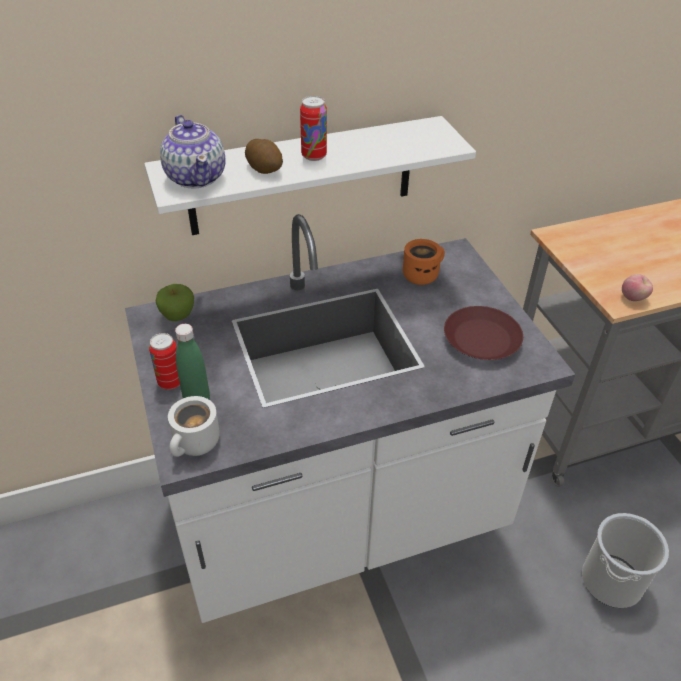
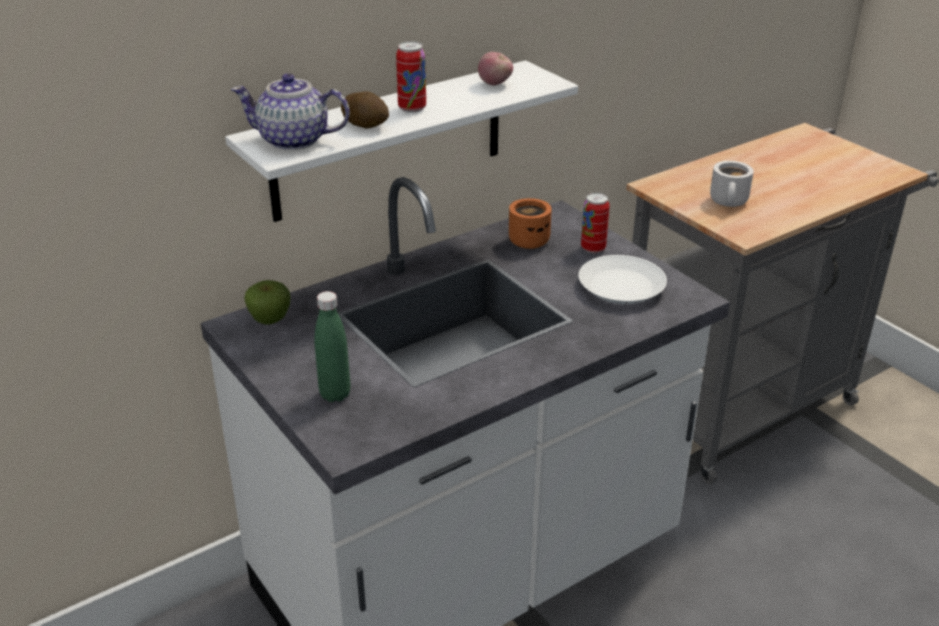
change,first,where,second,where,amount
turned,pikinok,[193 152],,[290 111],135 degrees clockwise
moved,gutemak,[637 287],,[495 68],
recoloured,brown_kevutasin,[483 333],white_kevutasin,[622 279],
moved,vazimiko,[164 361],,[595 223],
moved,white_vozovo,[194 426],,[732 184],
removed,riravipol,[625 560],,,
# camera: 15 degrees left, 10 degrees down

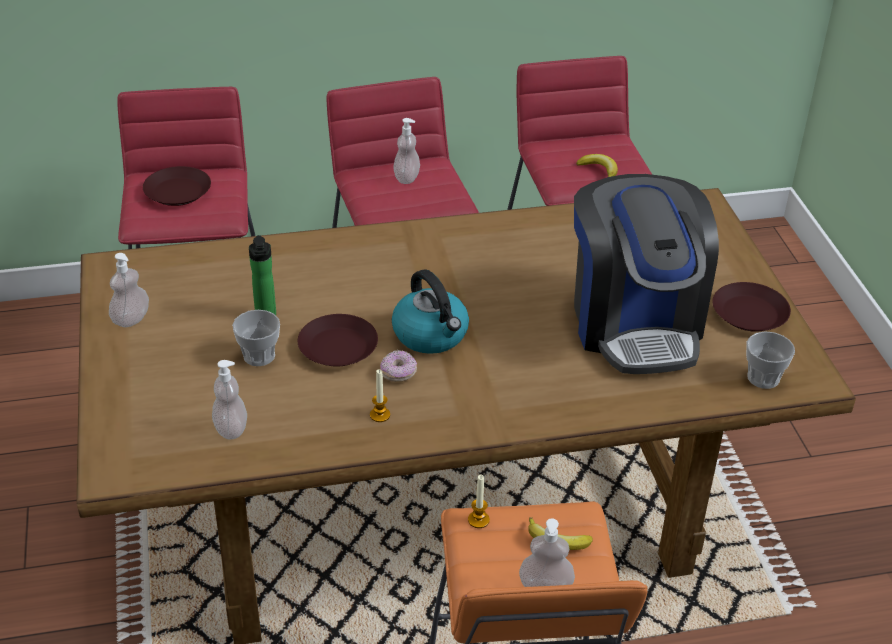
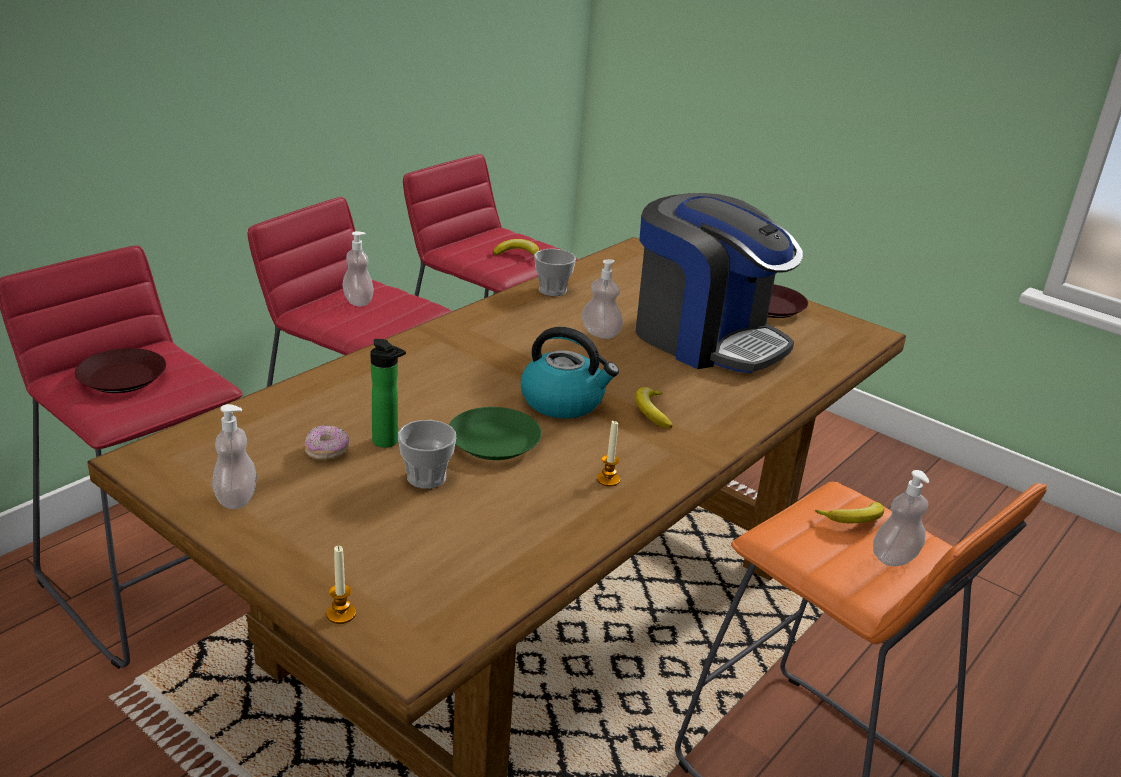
change,first,where,second,where,amount
moved,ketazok,[398 366],,[327 442],
moved,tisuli,[479 501],,[341 585],
recoloured,brown_kevutasin,[338 340],green_kevutasin,[495 433],
moved,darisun,[770 360],,[555 272],
moved,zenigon,[229 399],,[602 299],
added,,,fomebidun,[654 408],
# camera: 40 degrees left, 10 degrees down

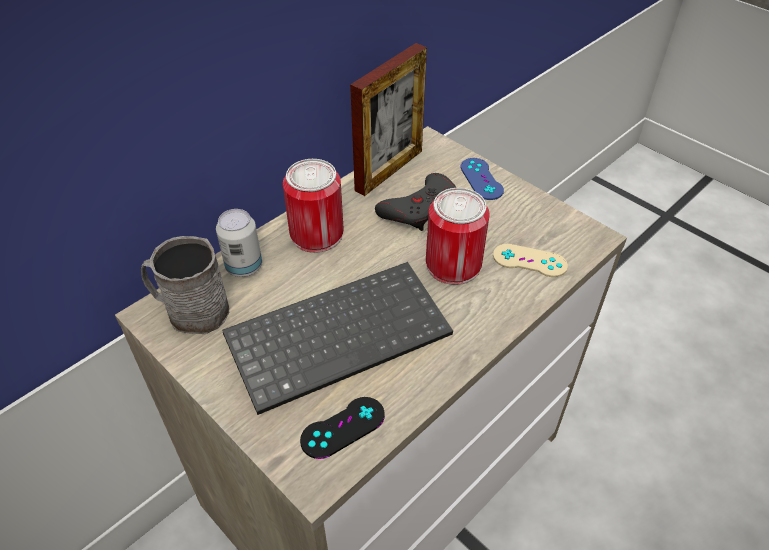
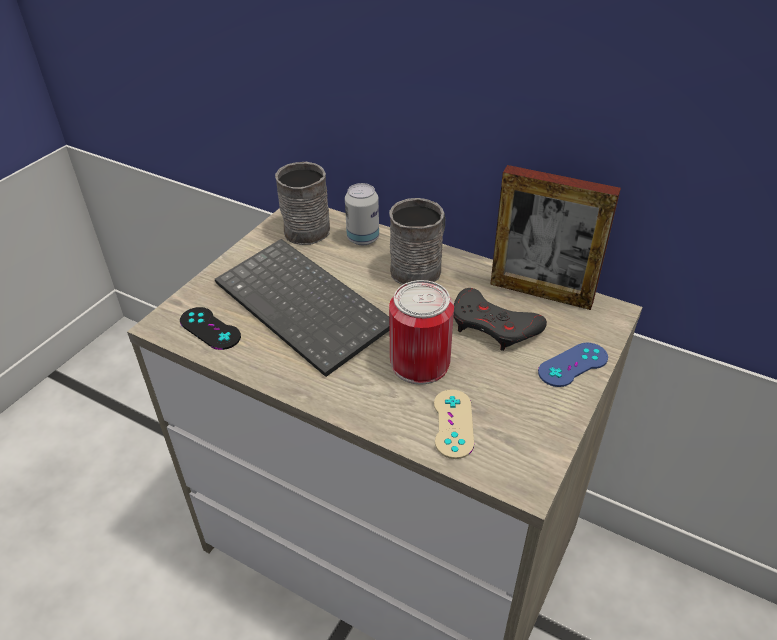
change,first,where,second,where,amount
replaced,vazimiko,[313 206],grey_vozovo,[417 241],
# camera: 75 degrees right, 5 degrees down

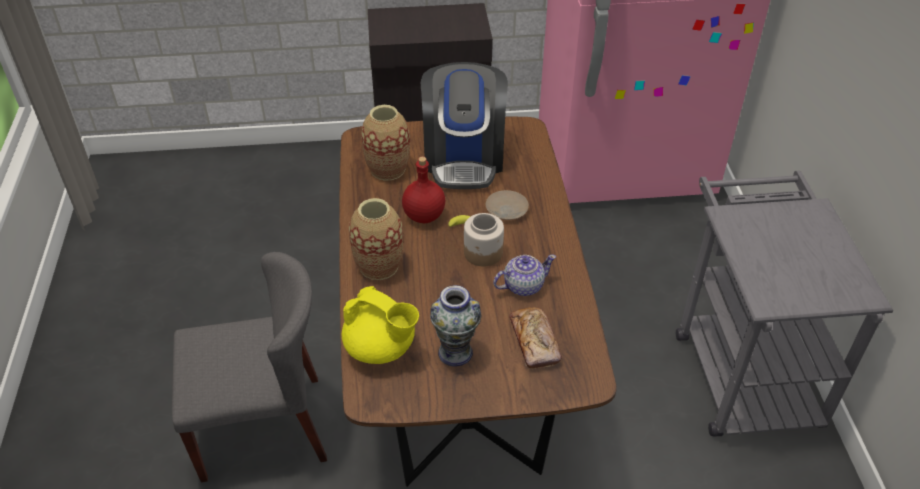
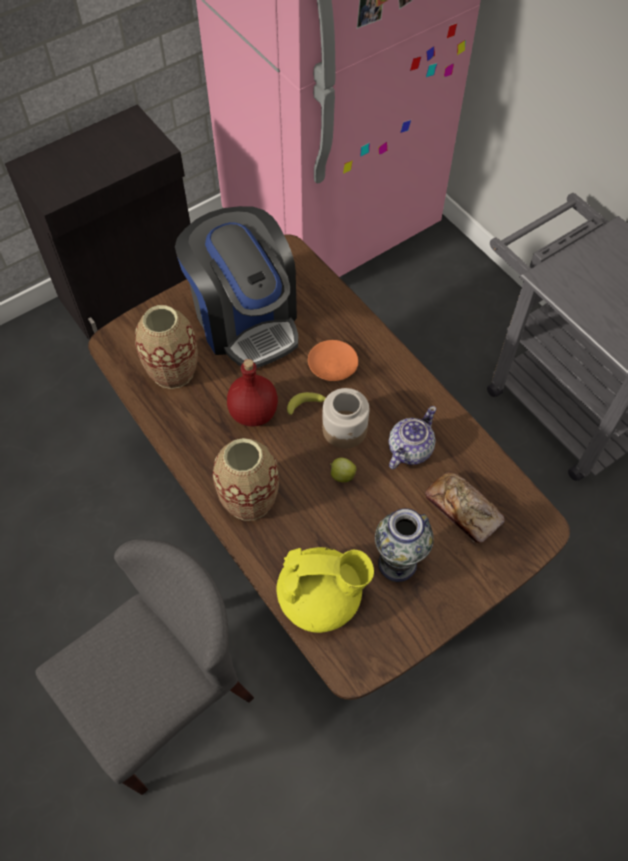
change,first,where,second,where,amount
recoloured,beige_kevutasin,[507 205],orange_kevutasin,[333 360],
added,,,gutemak,[343 470],
# camera: 30 degrees left, 15 degrees up

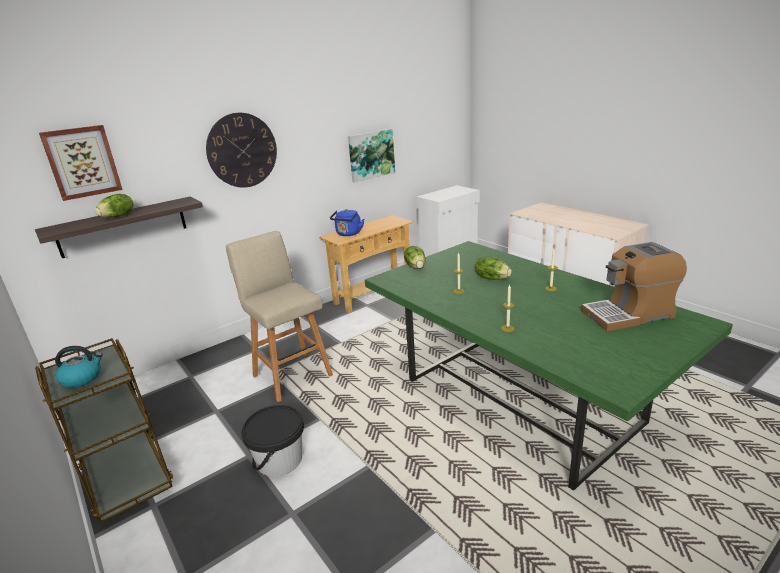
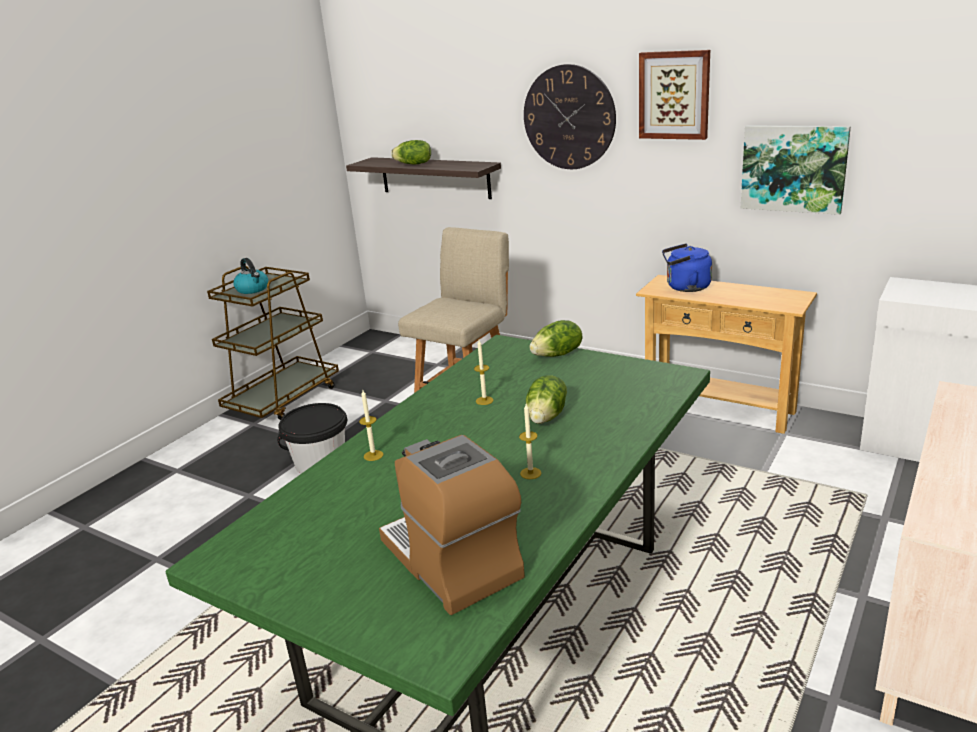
change,first,where,second,where,amount
moved,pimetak,[81 163],,[674 95],
# camera: 70 degrees right, 0 degrees up

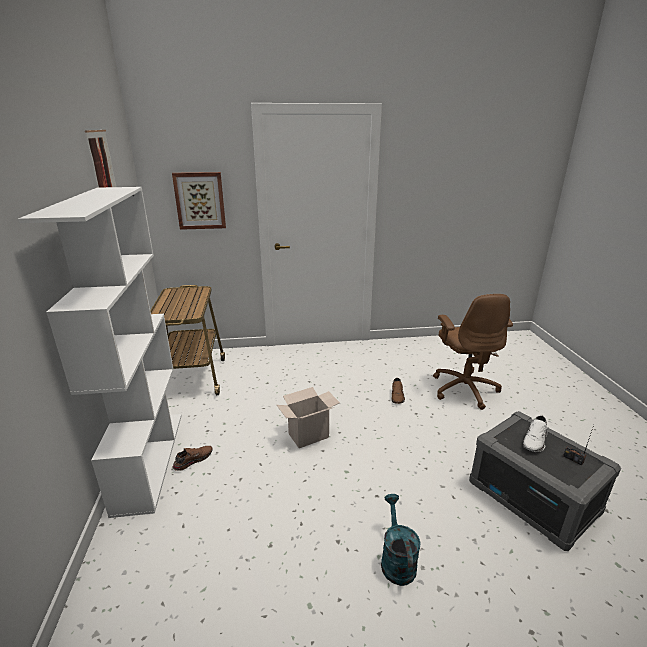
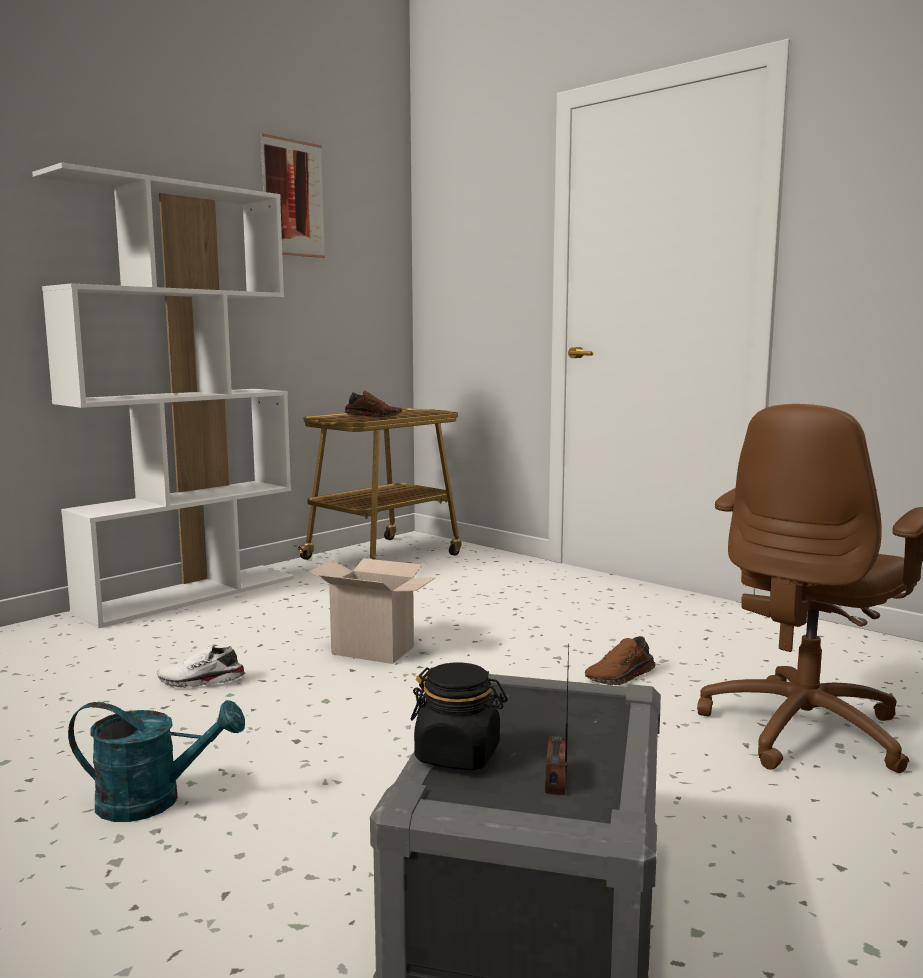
change,first,where,second,where,amount
turned,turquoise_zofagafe,[401 540],,[156 761],45 degrees clockwise
moved,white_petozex,[535 434],,[201 666],
moved,brown_petozex,[192 458],,[373 404],
added,,,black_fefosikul,[459 716],
removed,pimetak,[199 201],,,
# camera: 50 degrees right, 15 degrees down

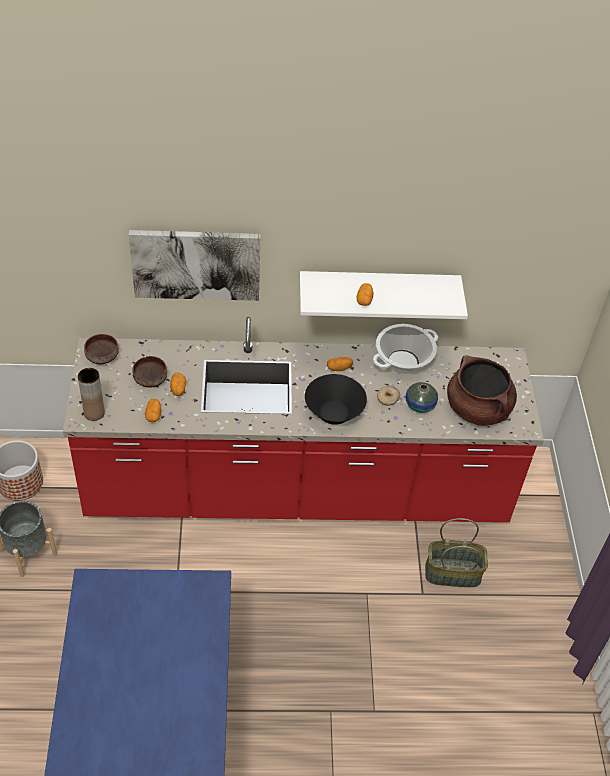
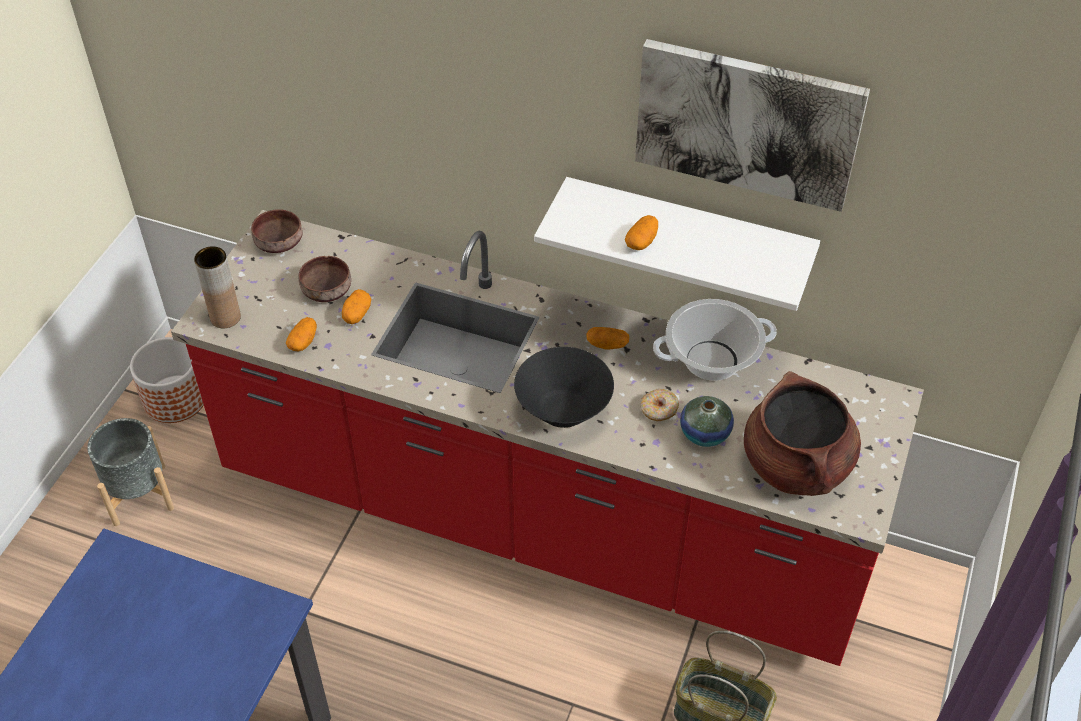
change,first,where,second,where,amount
moved,pimetak,[194 265],,[752 125],
# camera: 25 degrees right, 0 degrees up

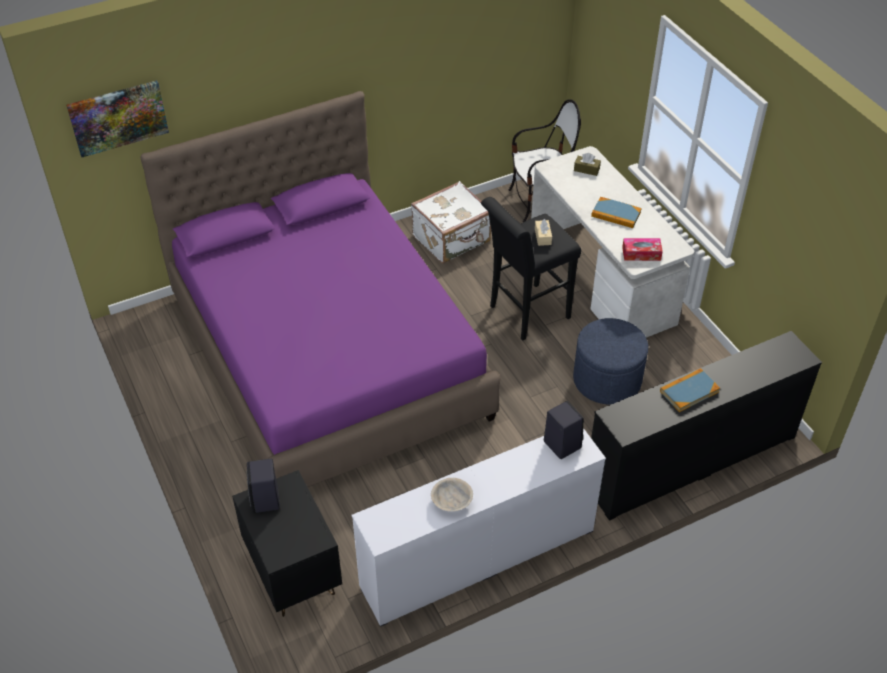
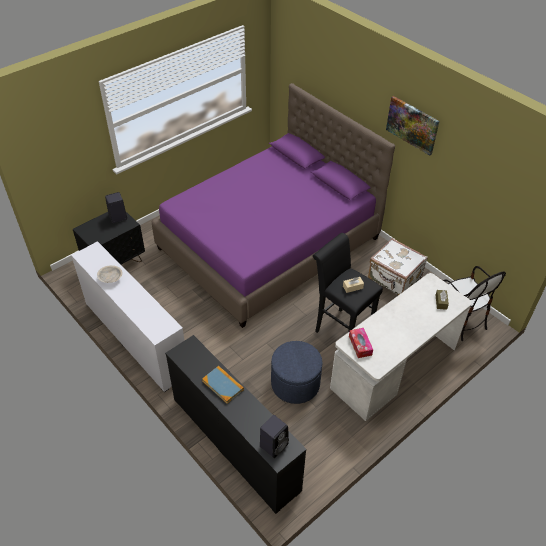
change,first,where,second,where,amount
moved,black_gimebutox,[564 430],,[274 436],
moved,pimetak,[117 118],,[412 126],
removed,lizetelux,[616 212],,,
# camera: 75 degrees right, 0 degrees up

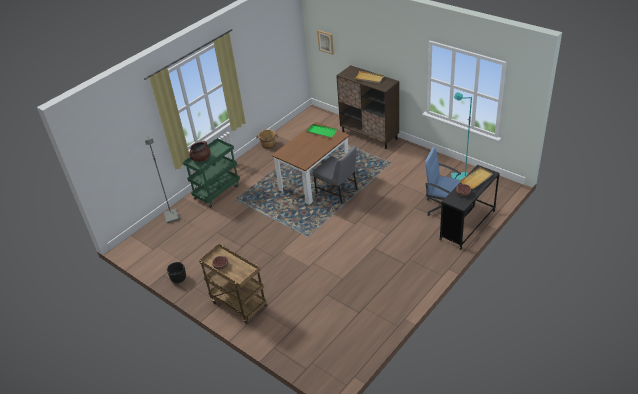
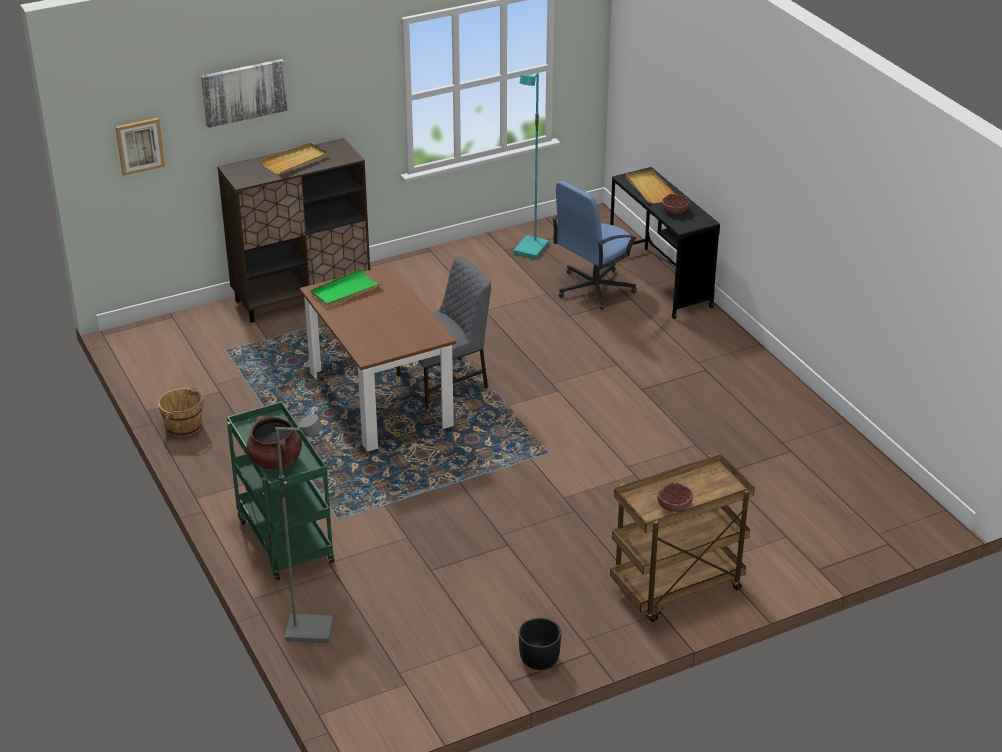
change,first,where,second,where,amount
added,,,pimetak,[244 93],
# camera: 70 degrees left, 5 degrees down

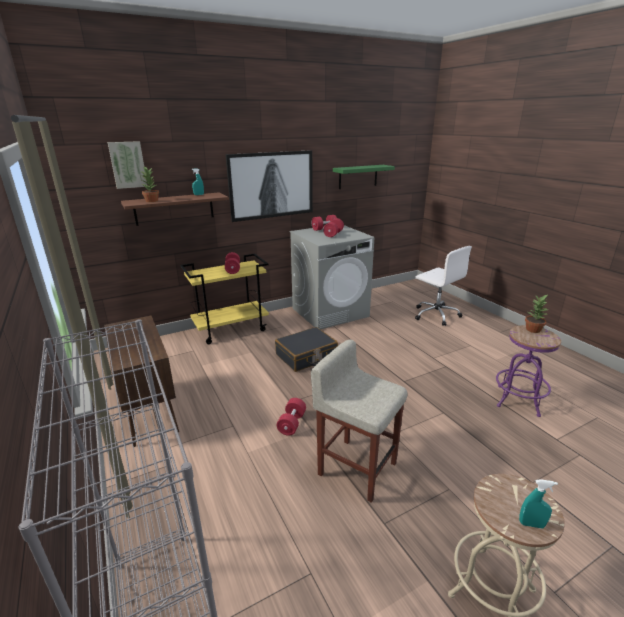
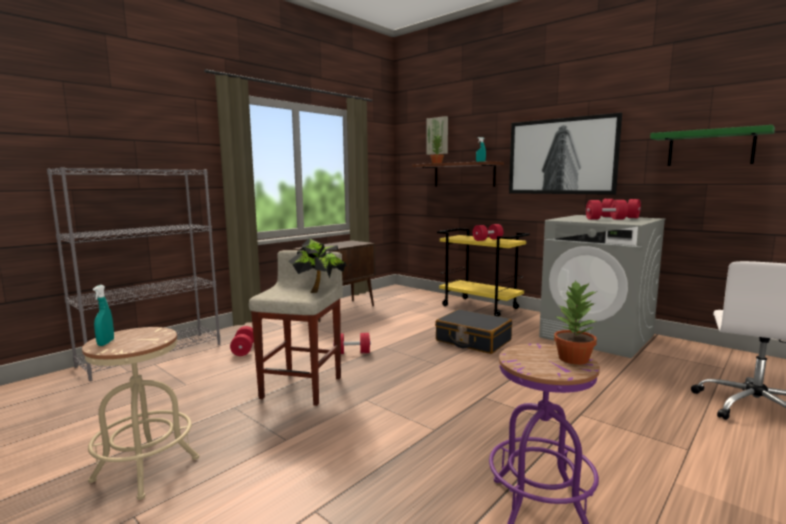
change,first,where,second,where,amount
added,,,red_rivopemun,[242 341],
added,,,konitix,[317 265],
# camera: 70 degrees right, 15 degrees down

